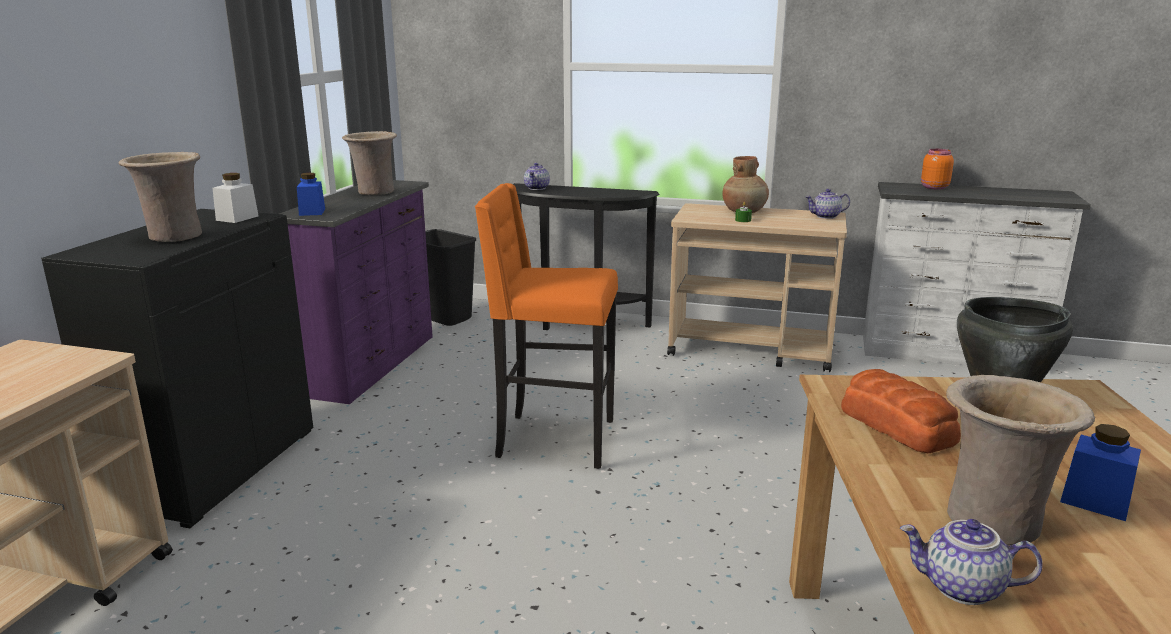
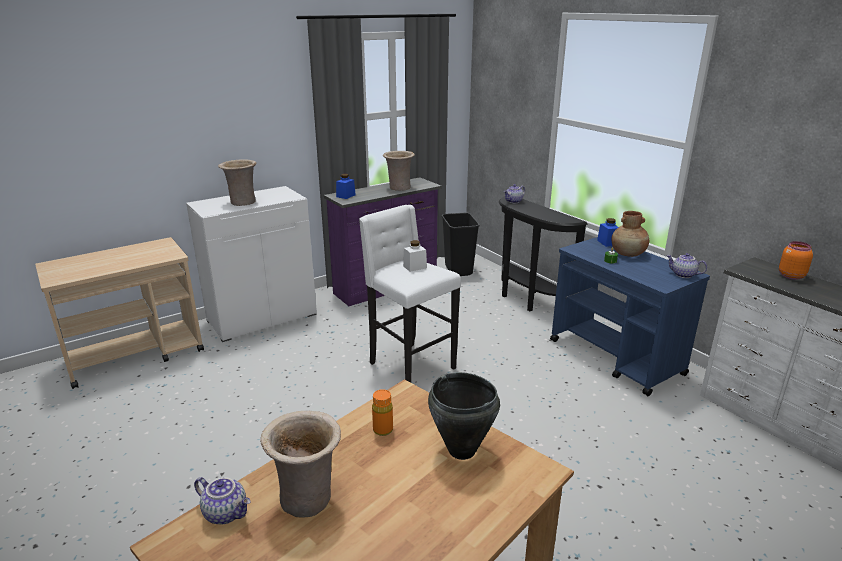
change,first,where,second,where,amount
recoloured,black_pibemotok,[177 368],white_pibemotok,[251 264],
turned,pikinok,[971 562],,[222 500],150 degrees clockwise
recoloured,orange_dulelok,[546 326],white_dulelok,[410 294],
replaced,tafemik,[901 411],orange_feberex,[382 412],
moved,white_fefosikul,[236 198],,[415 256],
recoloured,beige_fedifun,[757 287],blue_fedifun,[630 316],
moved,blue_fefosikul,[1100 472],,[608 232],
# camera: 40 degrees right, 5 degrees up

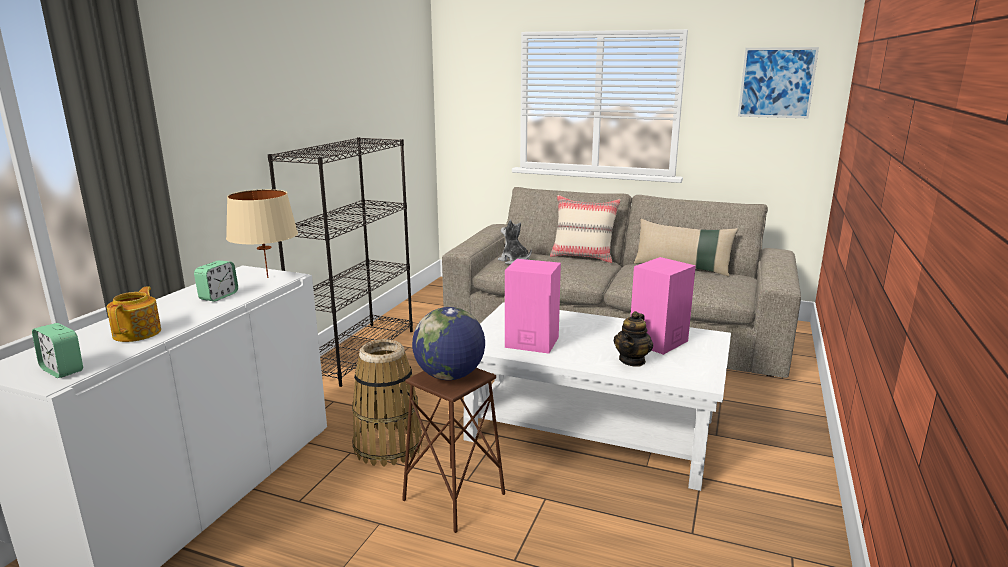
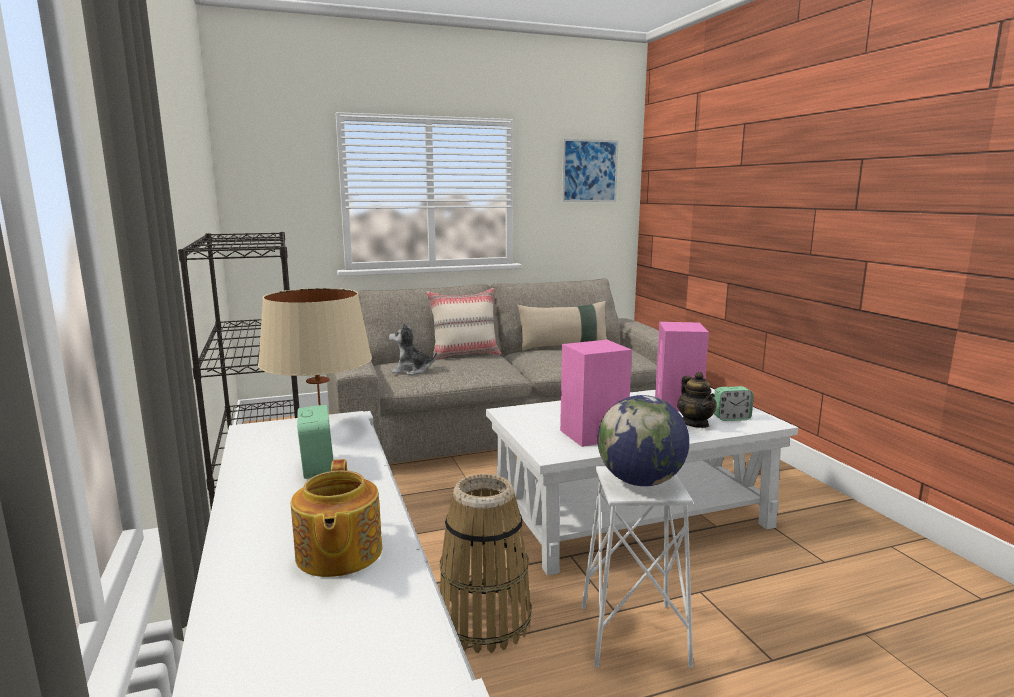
change,first,where,second,where,amount
turned,pikinok,[134 314],,[336 518],150 degrees counterclockwise
recoloured,brown_dulelok,[453 450],white_dulelok,[638 567],
moved,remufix,[57 350],,[733 403],
# camera: 40 degrees left, 5 degrees down

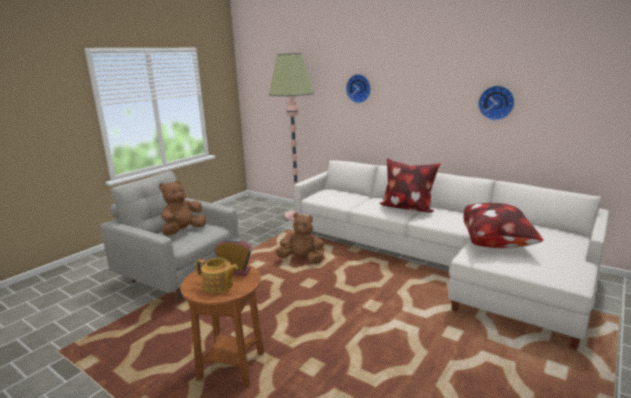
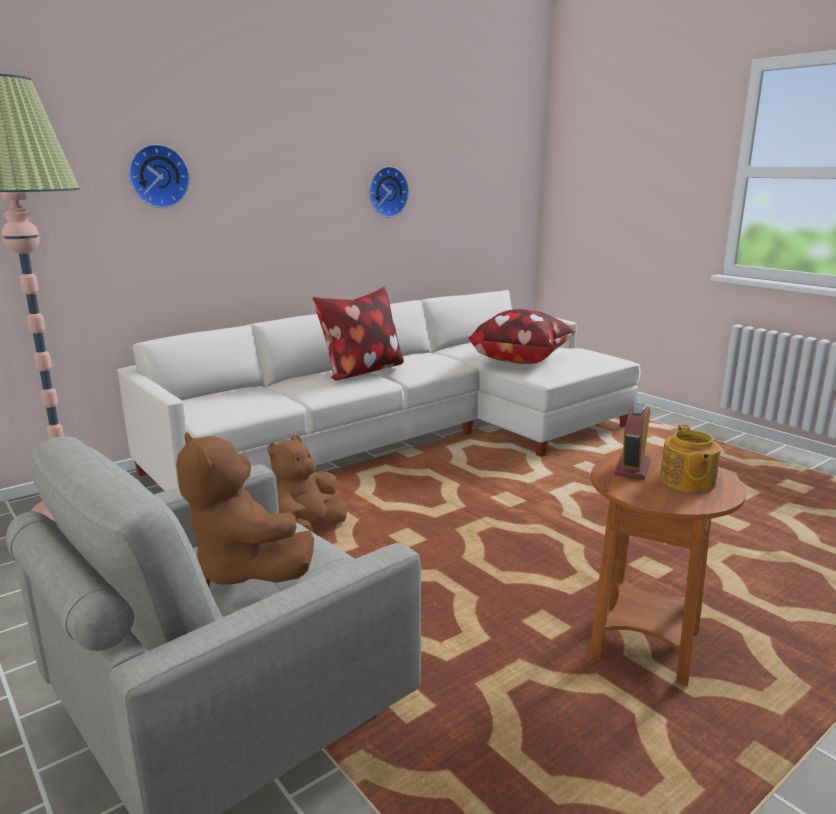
change,first,where,second,where,amount
turned,pikinok,[217 275],,[690 458],150 degrees clockwise
# camera: 75 degrees left, 0 degrees up

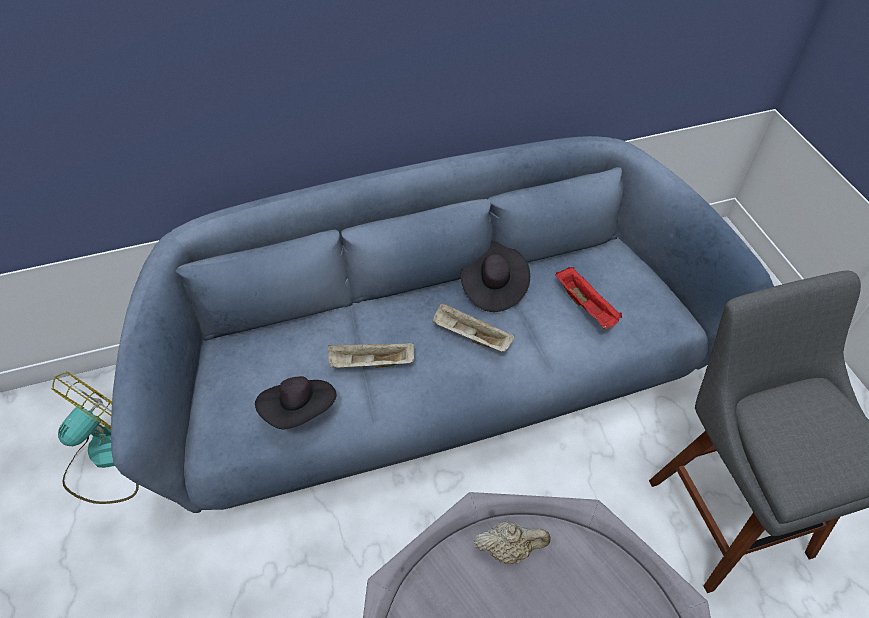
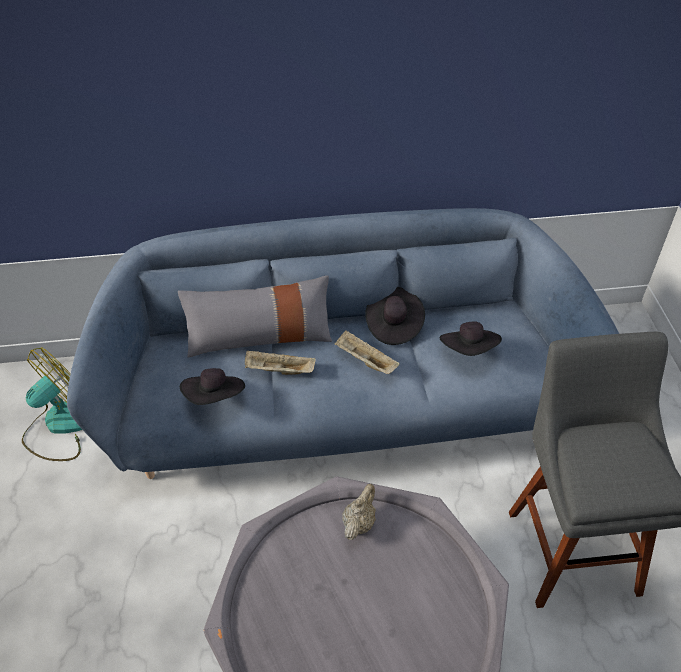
change,first,where,second,where,amount
added,,,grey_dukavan,[255 316],
turned,beige_pikinok,[512 542],,[359 512],75 degrees counterclockwise
replaced,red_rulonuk,[588 298],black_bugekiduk,[471 338],
# camera: 10 degrees right, 5 degrees down

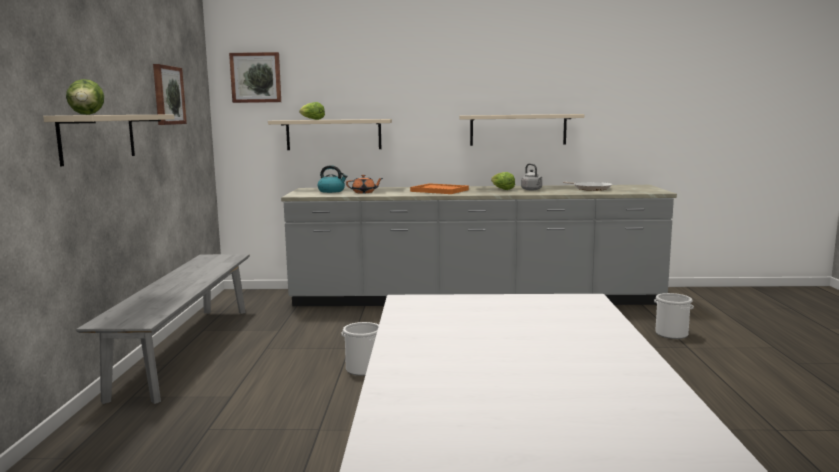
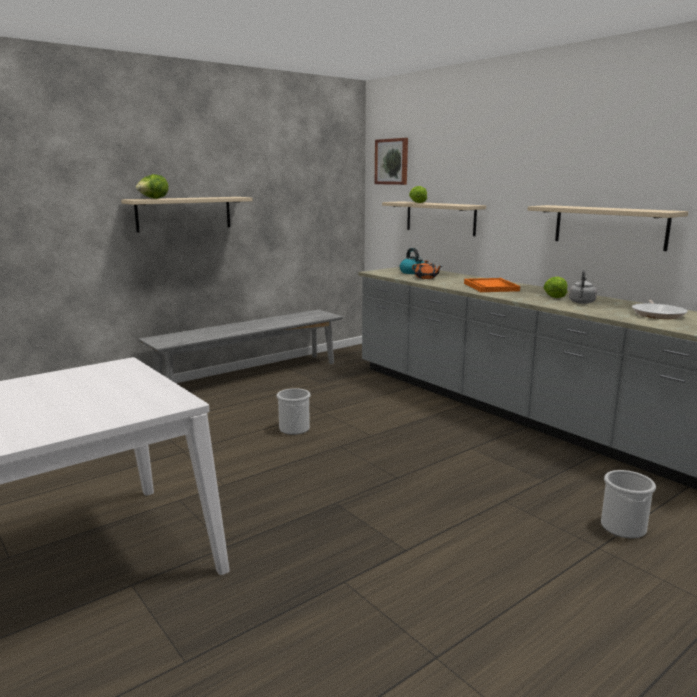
change,first,where,second,where,amount
removed,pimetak,[170 94],,,
# camera: 50 degrees right, 5 degrees up

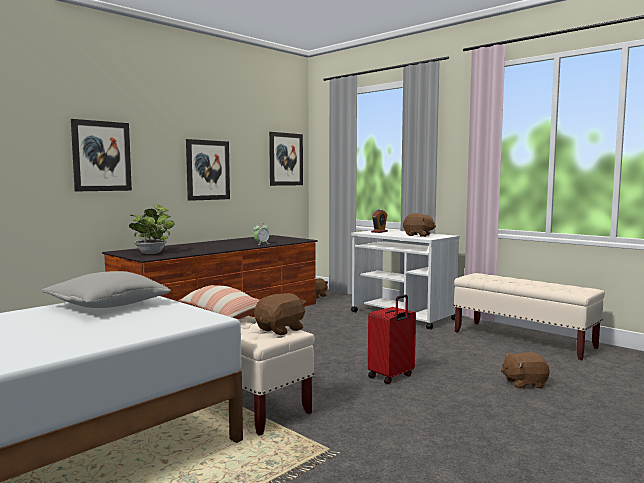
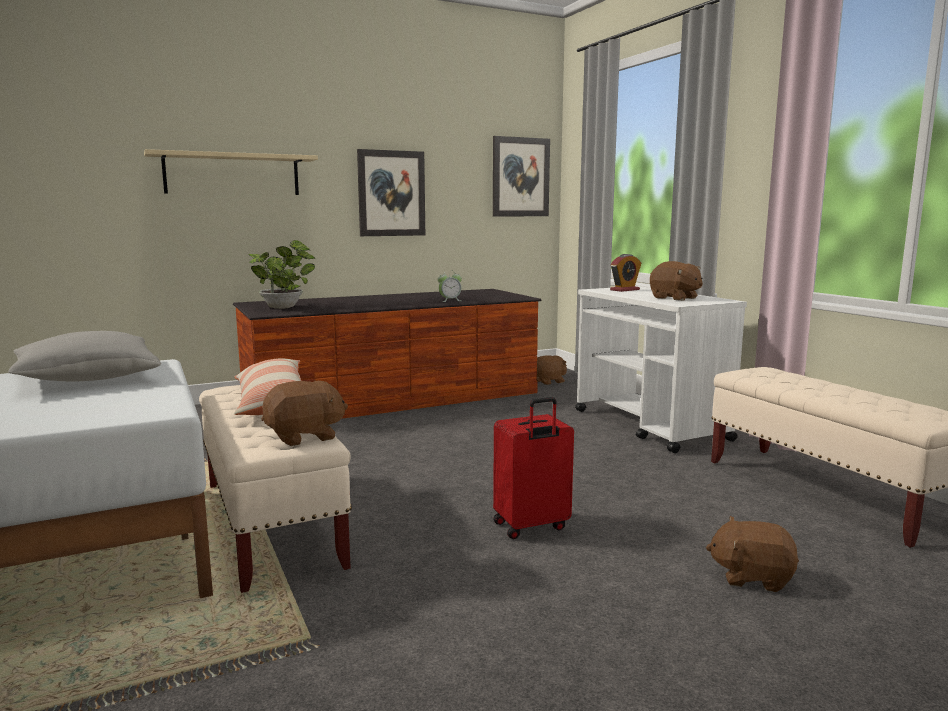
change,first,where,second,where,amount
replaced,pimetak,[101 155],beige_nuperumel,[231 172],
# camera: 20 degrees right, 5 degrees up

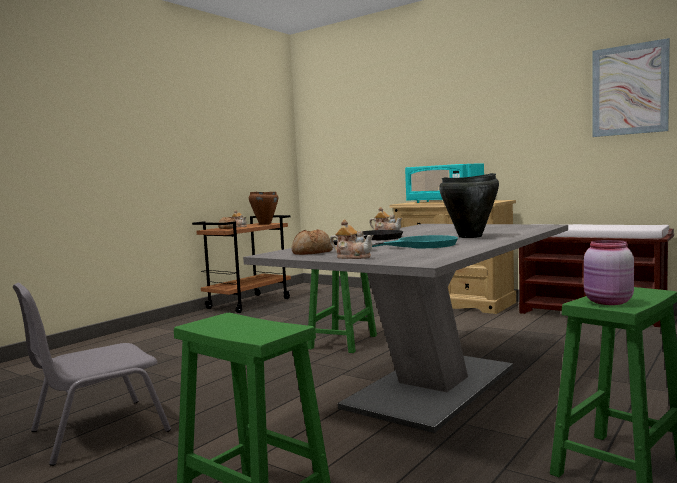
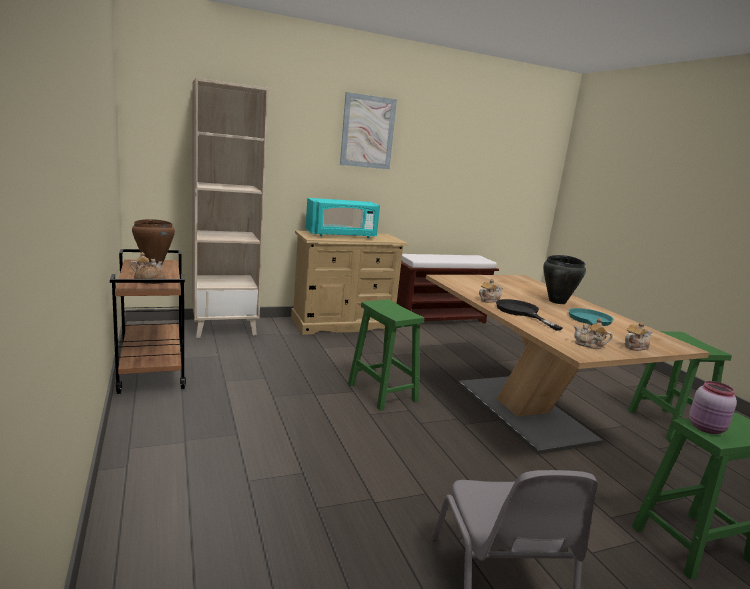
change,first,where,second,where,amount
added,,,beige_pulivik,[230 208],
moved,pimetak,[631 87],,[368 130],
recoloured,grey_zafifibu,[405 328],brown_zafifibu,[568 364],
replaced,tafemik,[312 242],pikinok,[593 333],
moved,pink_fefosikul,[609 272],,[713 407],
# camera: 60 degrees left, 10 degrees up

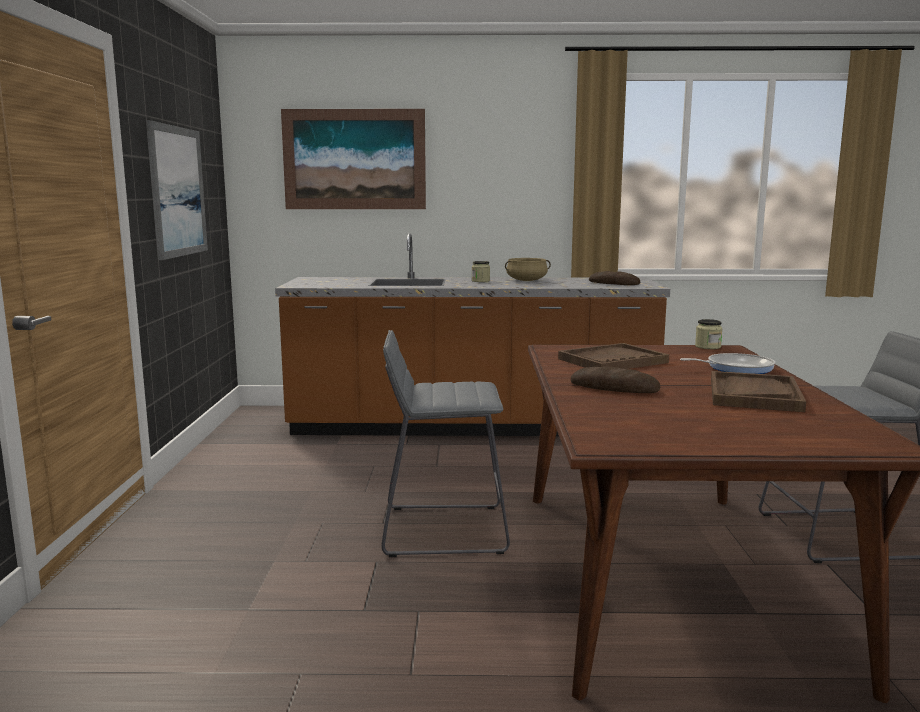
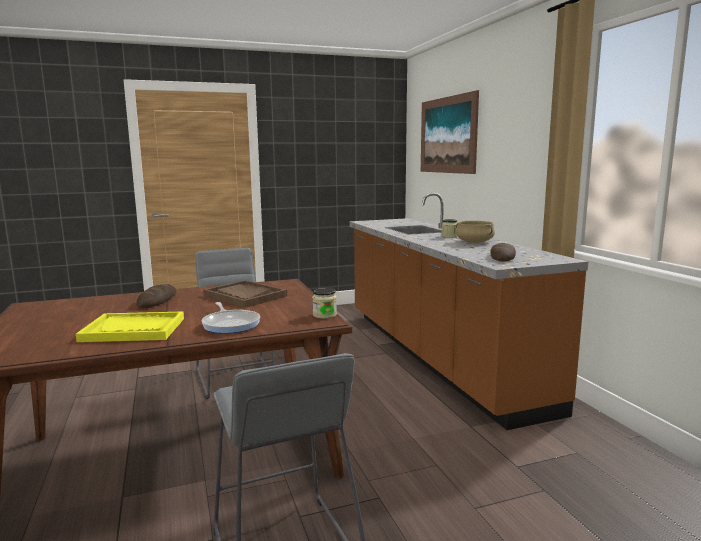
change,first,where,second,where,amount
recoloured,brown_rulonuk,[758 391],yellow_rulonuk,[130 327],
removed,pimetak,[177 190],,,
# camera: 70 degrees right, 0 degrees up

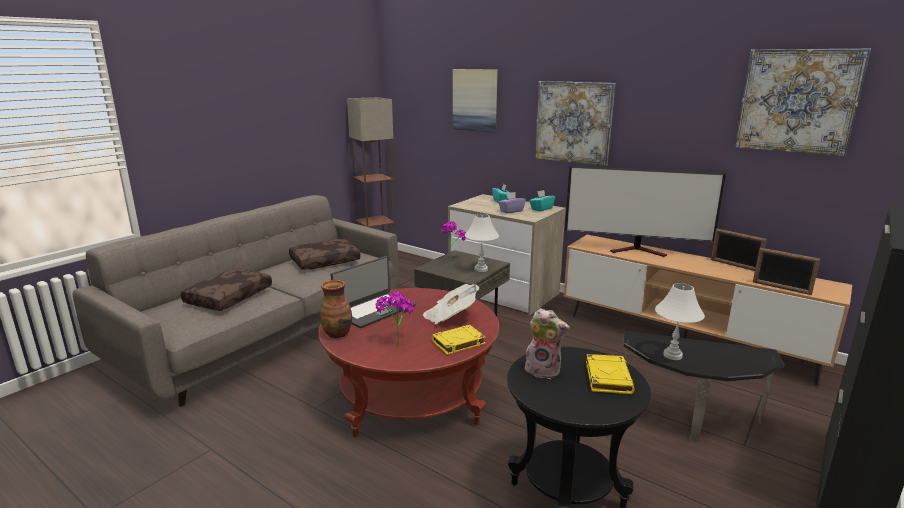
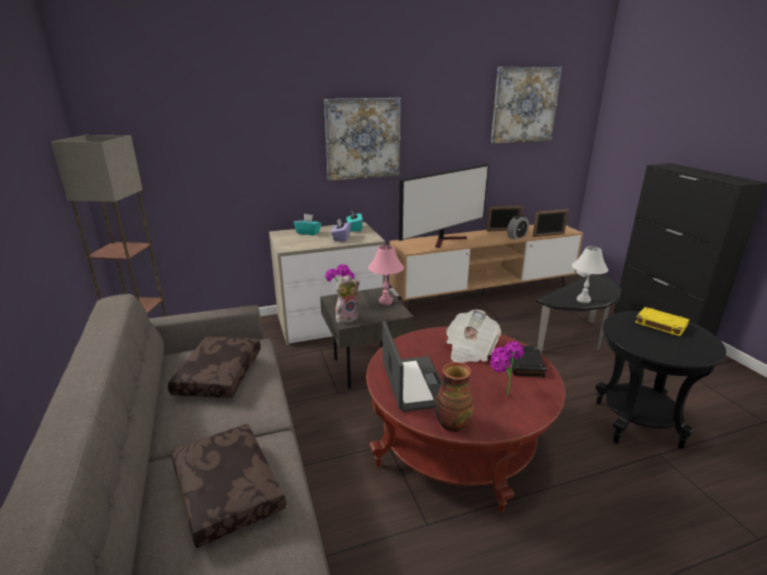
change,first,where,second,where,amount
moved,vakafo,[546 343],,[347 299],
recoloured,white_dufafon,[482 243],pink_dufafon,[386 275],
added,,,remufix,[518 227],
recoloured,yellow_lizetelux,[458 340],black_lizetelux,[527 361],
removed,pimetak,[475 101],,,
# camera: 55 degrees left, 5 degrees up

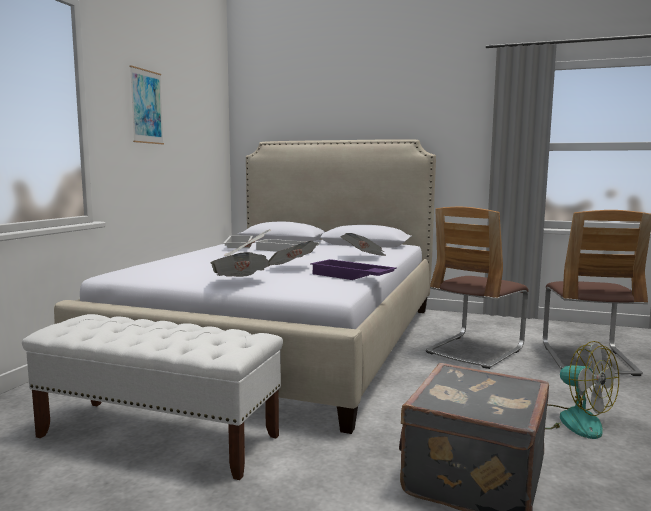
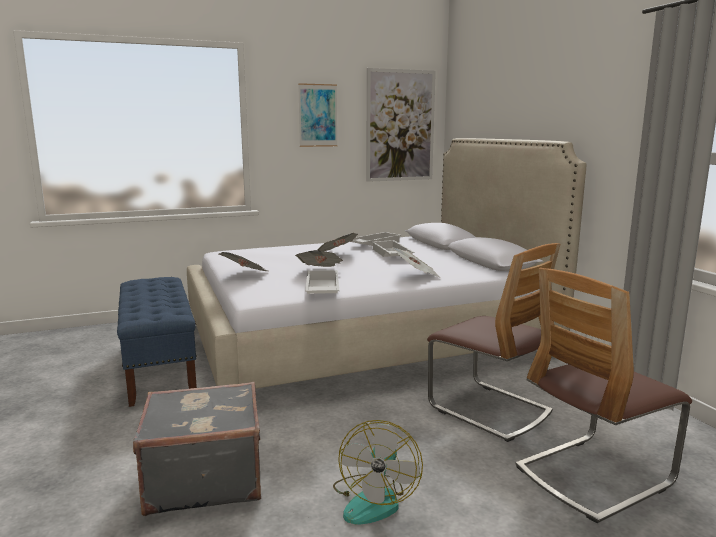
change,first,where,second,where,amount
recoloured,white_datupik,[152 397],blue_datupik,[157 342],
recoloured,purple_rulonuk,[353 269],white_rulonuk,[322 282],
added,,,pimetak,[401 125],
turned,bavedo,[477 288],,[493 342],135 degrees counterclockwise
# camera: 50 degrees right, 5 degrees up

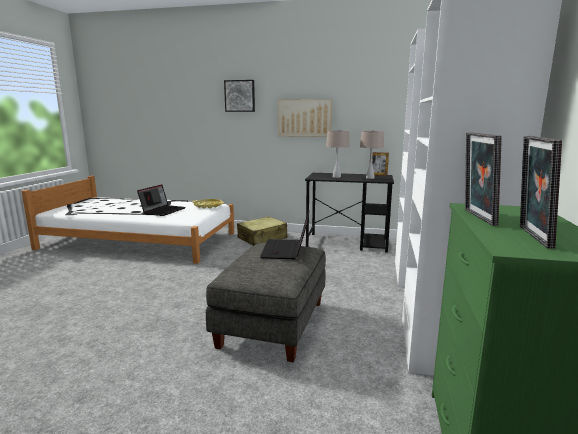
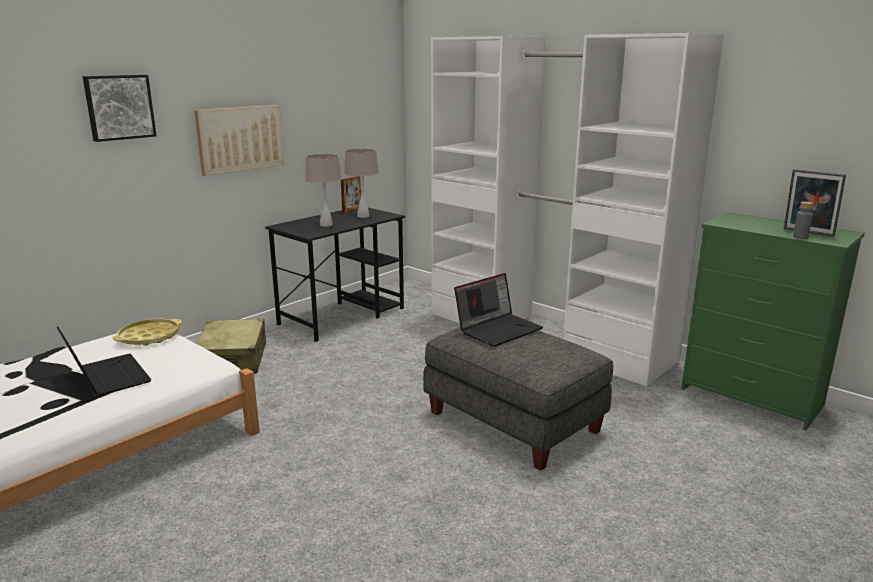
change,first,where,second,where,amount
turned,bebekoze,[284 234],,[498 310],75 degrees counterclockwise
added,,,grey_feberex,[803 220],
removed,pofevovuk,[483 179],,,
# camera: 60 degrees left, 5 degrees up

